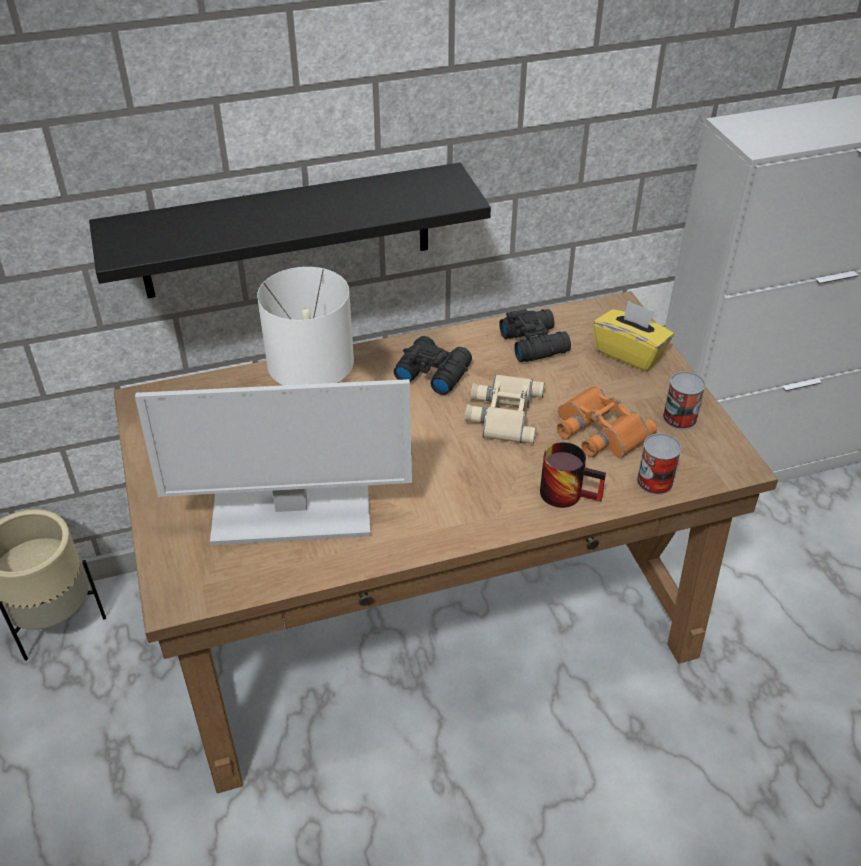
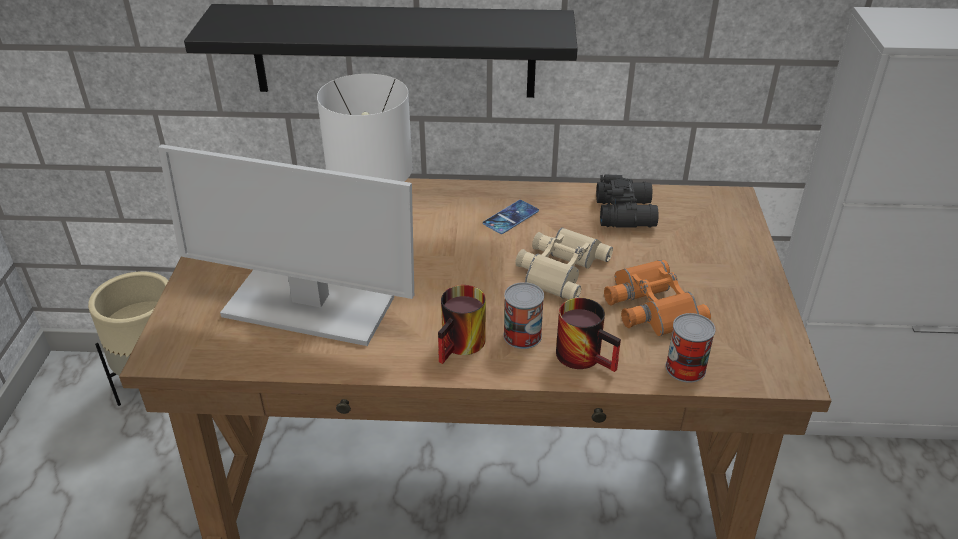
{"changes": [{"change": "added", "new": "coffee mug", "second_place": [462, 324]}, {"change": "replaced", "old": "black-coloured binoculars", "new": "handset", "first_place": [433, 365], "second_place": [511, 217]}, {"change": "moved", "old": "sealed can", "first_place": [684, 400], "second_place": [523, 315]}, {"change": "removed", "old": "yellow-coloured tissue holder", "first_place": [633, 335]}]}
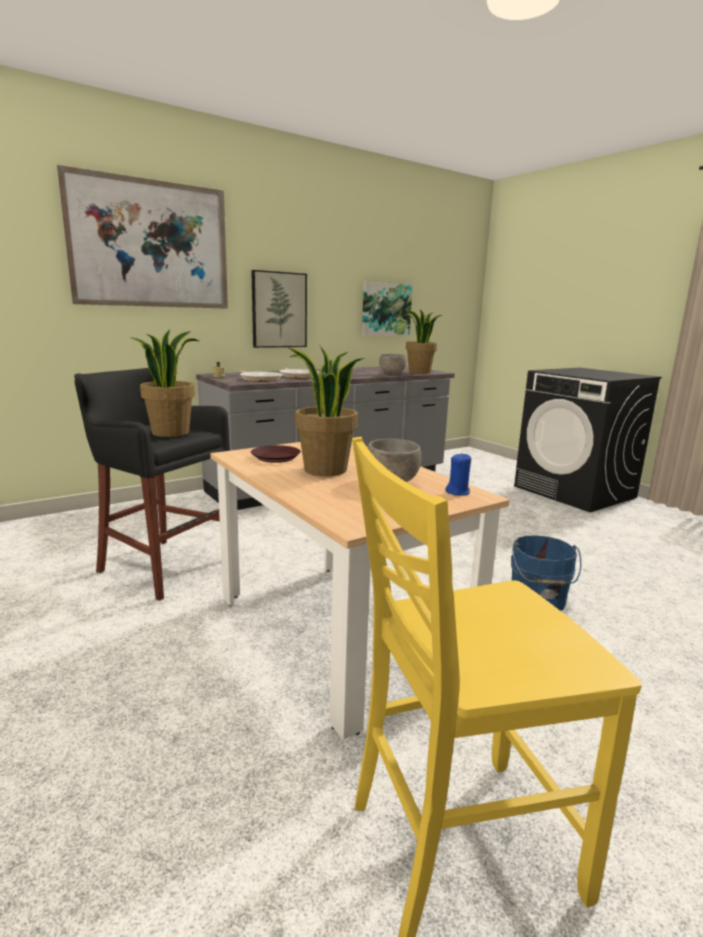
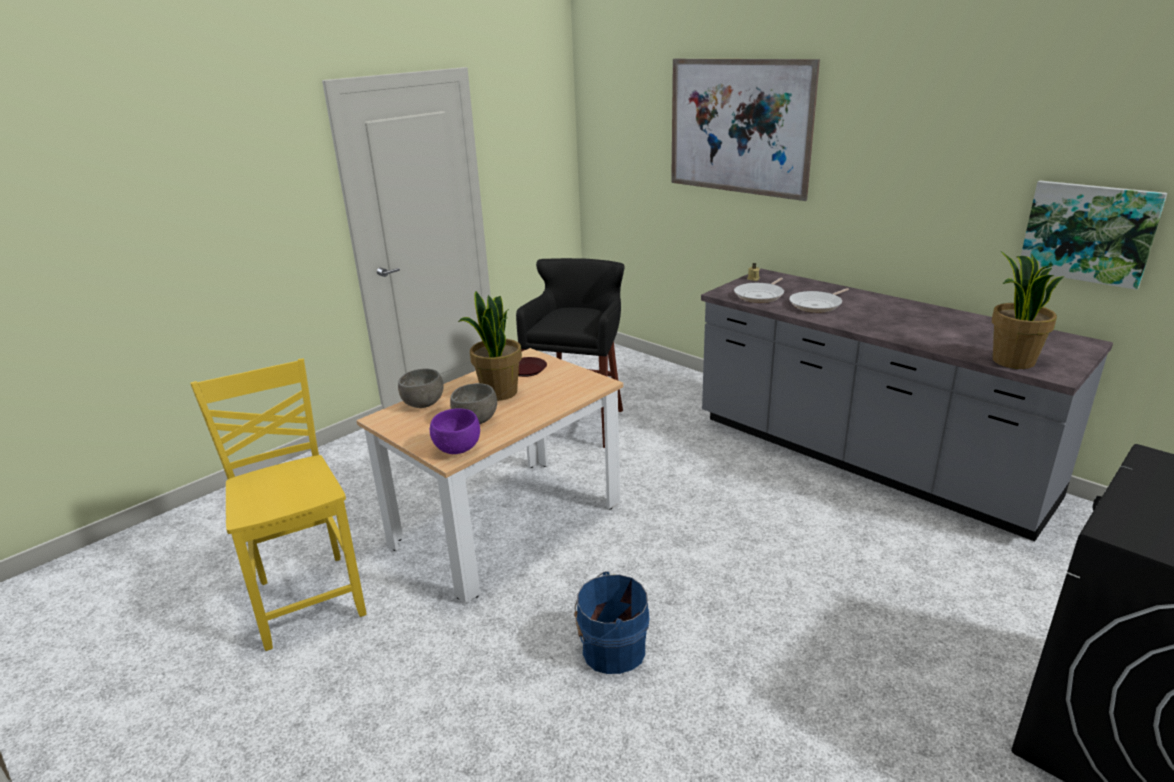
{"changes": [{"change": "moved", "old": "gray serving bowl", "first_place": [392, 364], "second_place": [421, 388]}, {"change": "replaced", "old": "blue wax light", "new": "purple serving bowl", "first_place": [458, 474], "second_place": [455, 431]}, {"change": "removed", "old": "houseplant", "first_place": [164, 383]}, {"change": "removed", "old": "wall picture", "first_place": [279, 309]}]}
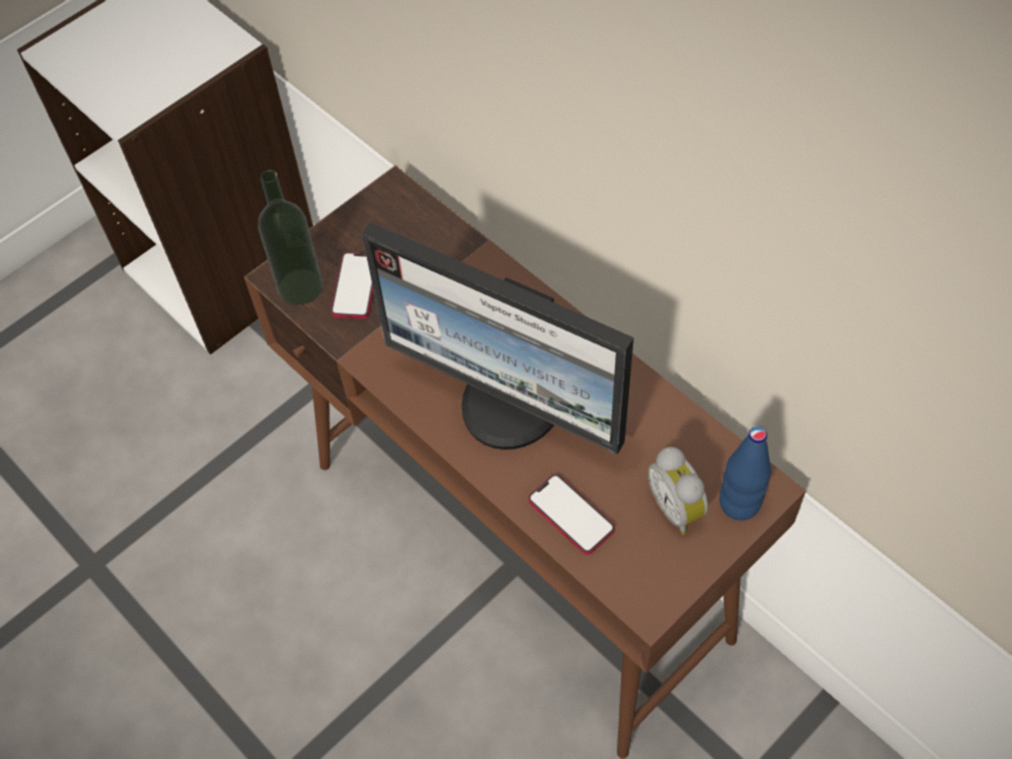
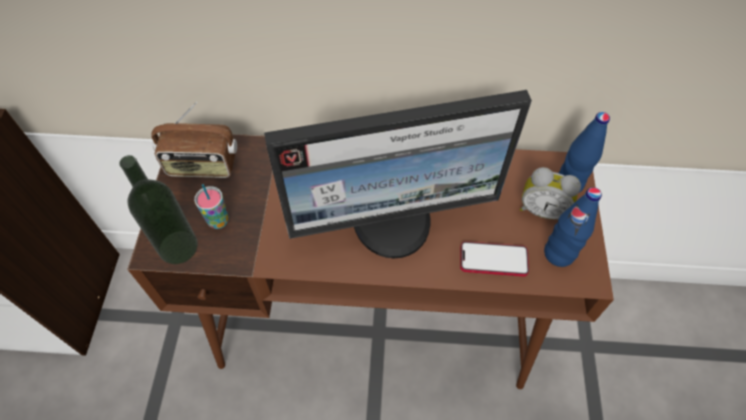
{"changes": [{"change": "added", "new": "radio set", "second_place": [194, 140]}, {"change": "replaced", "old": "handset", "new": "small cup", "first_place": [352, 285], "second_place": [211, 206]}, {"change": "added", "new": "blue beverage bottle", "second_place": [573, 227]}]}
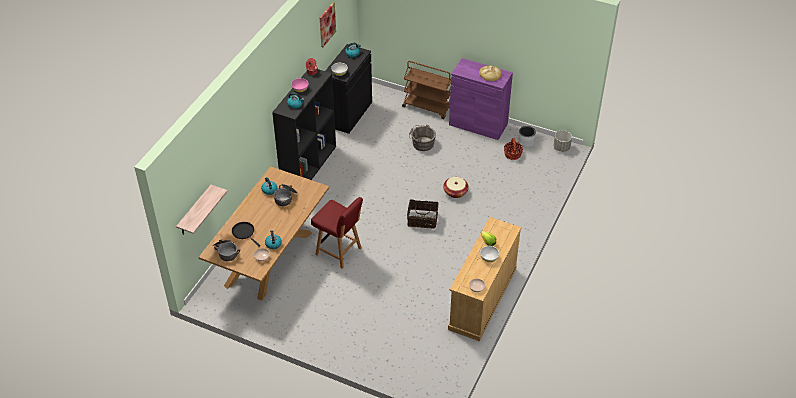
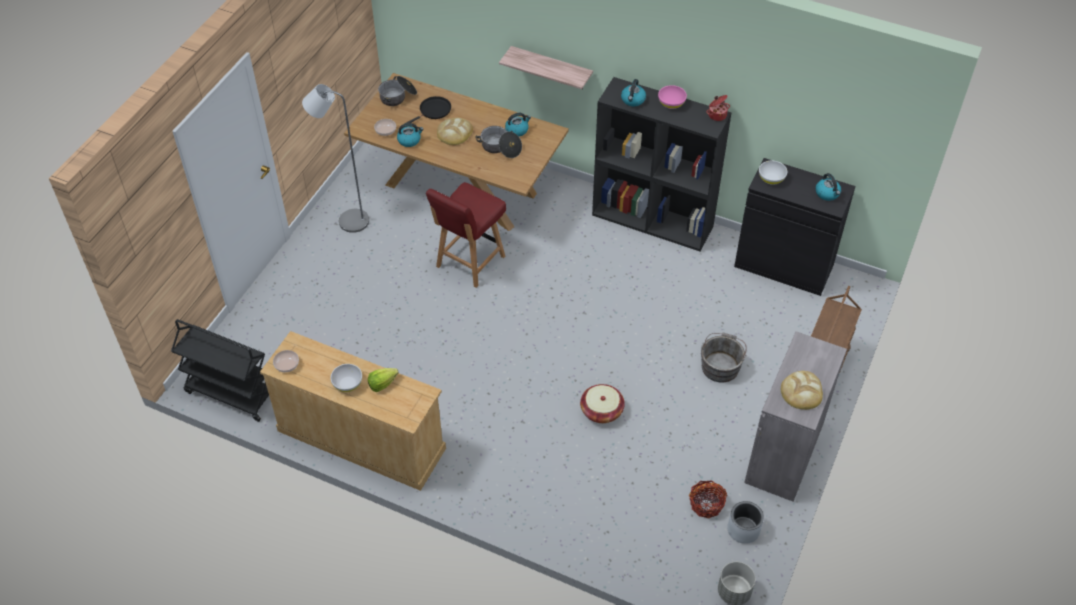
{"changes": [{"change": "added", "new": "black-coloured wheeled cart", "second_place": [220, 370]}, {"change": "added", "new": "gray standard lamp", "second_place": [335, 158]}, {"change": "added", "new": "bread", "second_place": [455, 131]}, {"change": "moved", "old": "wall shelf", "first_place": [202, 210], "second_place": [546, 67]}, {"change": "recoloured", "old": "purple cupboard", "new": "gray cupboard", "first_place": [481, 99], "second_place": [795, 416]}, {"change": "removed", "old": "wall picture", "first_place": [328, 24]}, {"change": "removed", "old": "household basket", "first_place": [423, 214]}]}
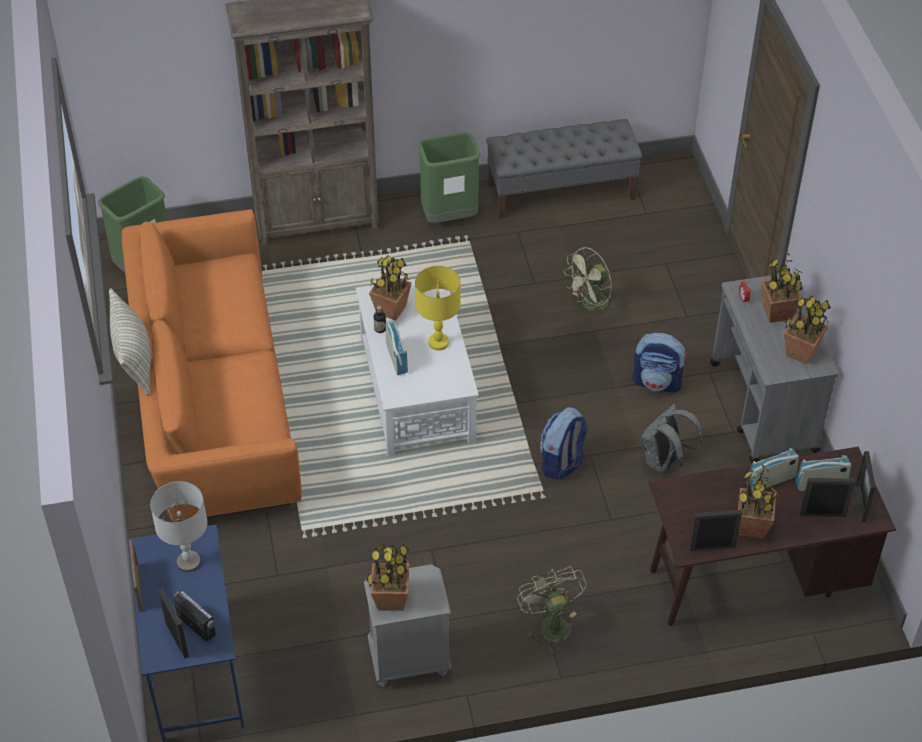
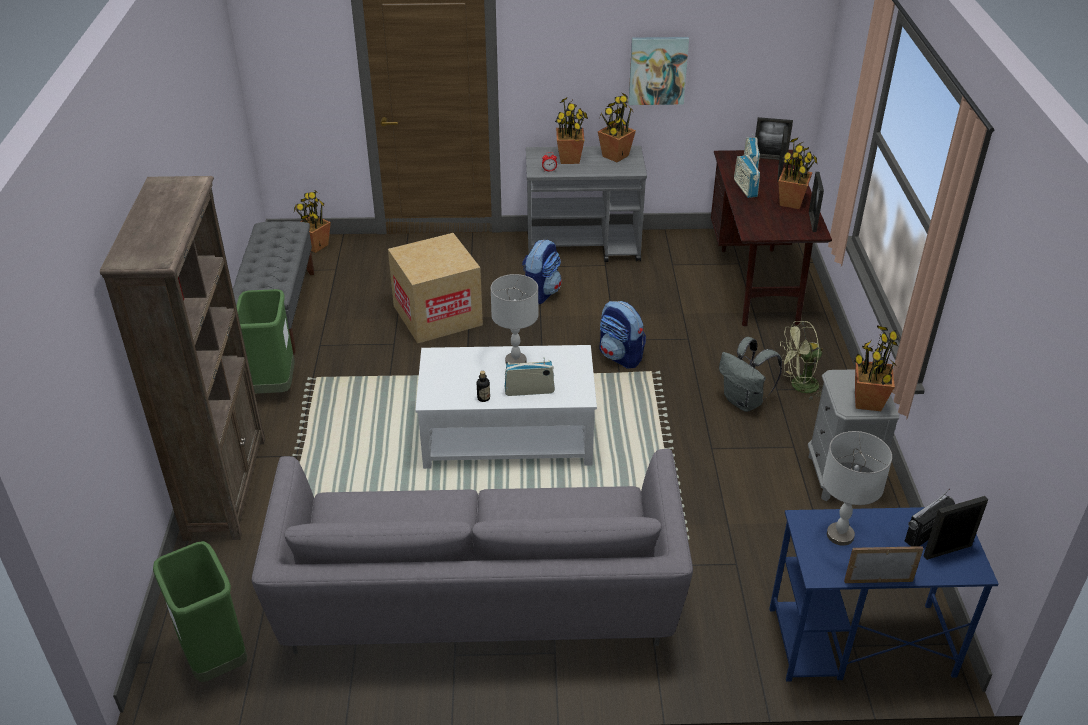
{"changes": [{"change": "recoloured", "old": "orange-coloured settee", "new": "gray settee", "first_place": [212, 365], "second_place": [472, 551]}, {"change": "moved", "old": "houseplant", "first_place": [390, 288], "second_place": [312, 221]}, {"change": "replaced", "old": "greenish cooling fan", "new": "cardboard box", "first_place": [590, 281], "second_place": [435, 288]}, {"change": "recoloured", "old": "yellow-coloured table lamp", "new": "gray table lamp", "first_place": [438, 308], "second_place": [515, 319]}, {"change": "added", "new": "wall picture", "second_place": [659, 71]}, {"change": "moved", "old": "gray backpack", "first_place": [671, 438], "second_place": [750, 374]}, {"change": "removed", "old": "cushion", "first_place": [130, 342]}]}
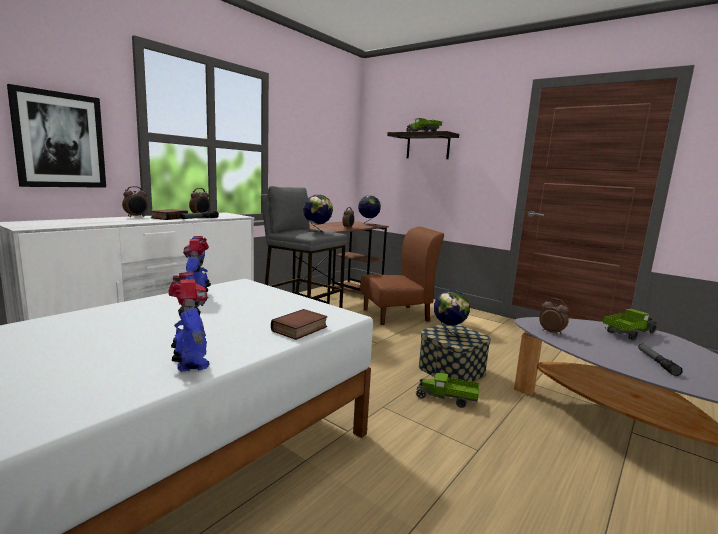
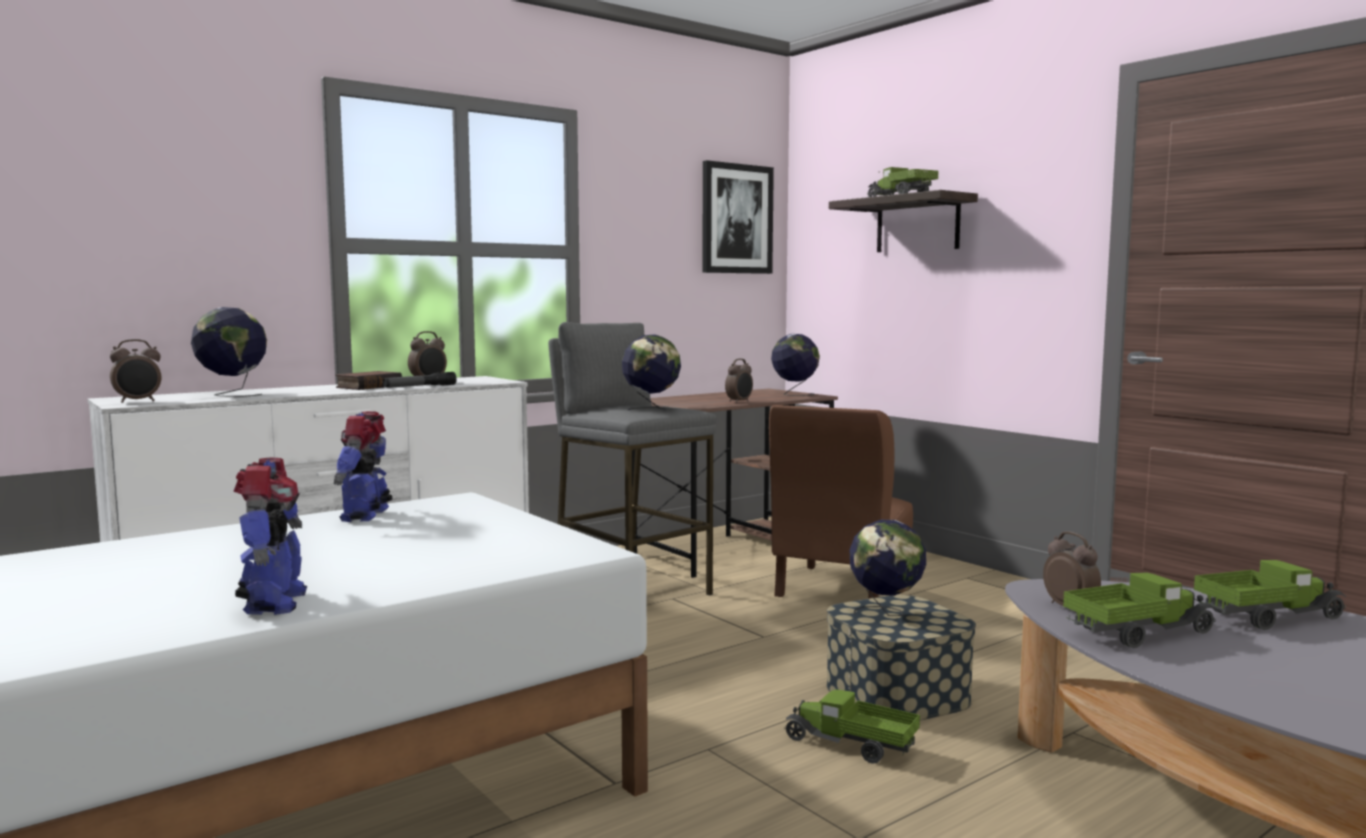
{"changes": [{"change": "moved", "old": "table clock", "first_place": [135, 201], "second_place": [135, 371]}, {"change": "added", "new": "desk globe", "second_place": [229, 352]}, {"change": "moved", "old": "wall picture", "first_place": [56, 136], "second_place": [738, 217]}, {"change": "turned", "old": "brown chair", "first_place": [402, 276], "second_place": [841, 502], "degrees": 120}, {"change": "added", "new": "toy truck", "second_place": [1139, 610]}, {"change": "removed", "old": "book", "first_place": [299, 324]}, {"change": "removed", "old": "flashlight", "first_place": [660, 360]}]}
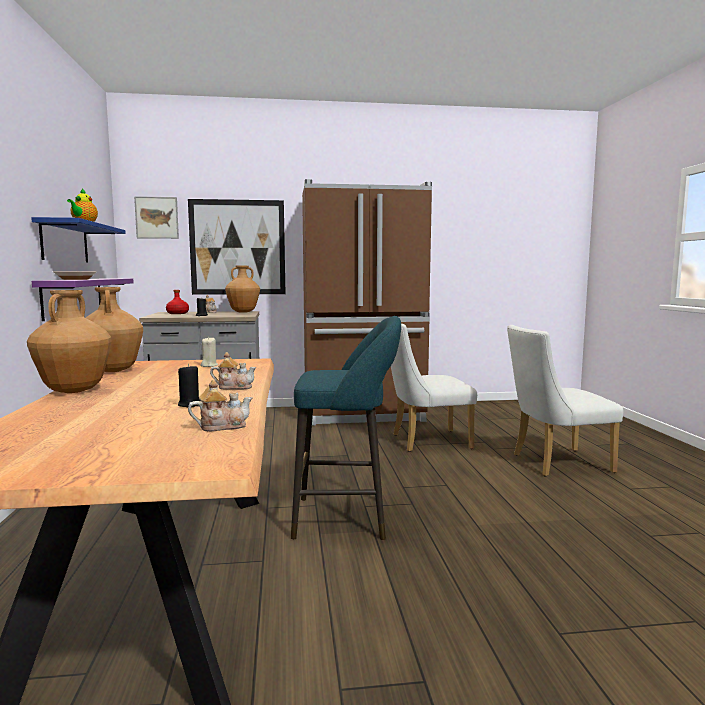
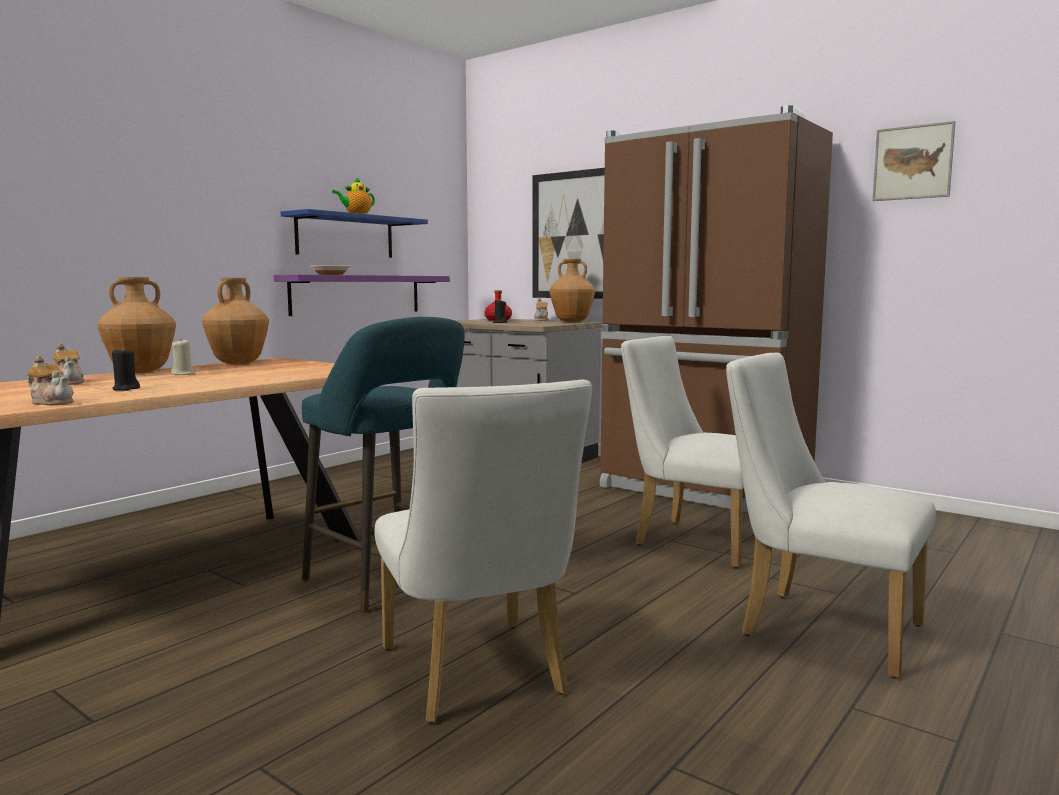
{"changes": [{"change": "moved", "old": "pot for tea", "first_place": [233, 371], "second_place": [69, 364]}, {"change": "moved", "old": "beige wax light", "first_place": [209, 352], "second_place": [183, 357]}, {"change": "added", "new": "white chair", "second_place": [483, 551]}, {"change": "moved", "old": "wall picture", "first_place": [156, 217], "second_place": [913, 161]}]}
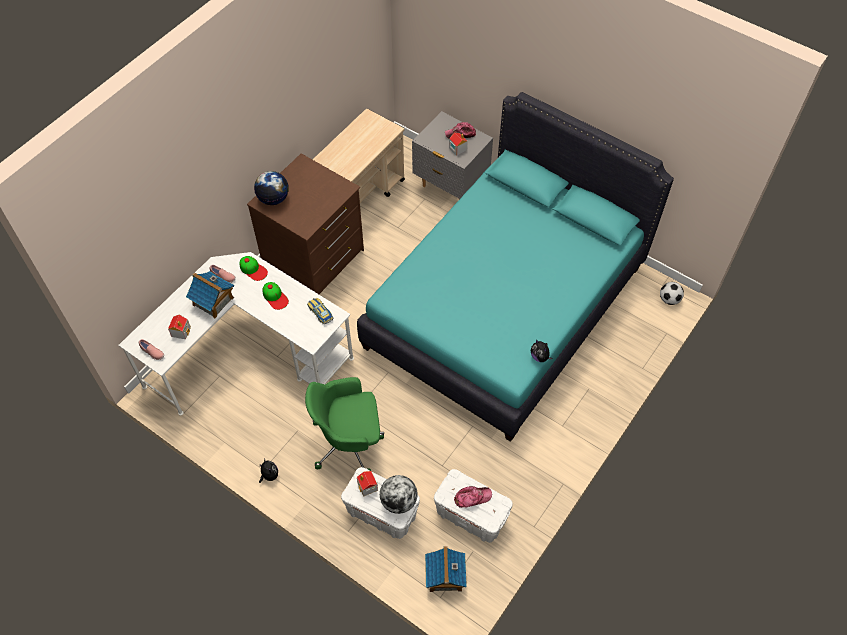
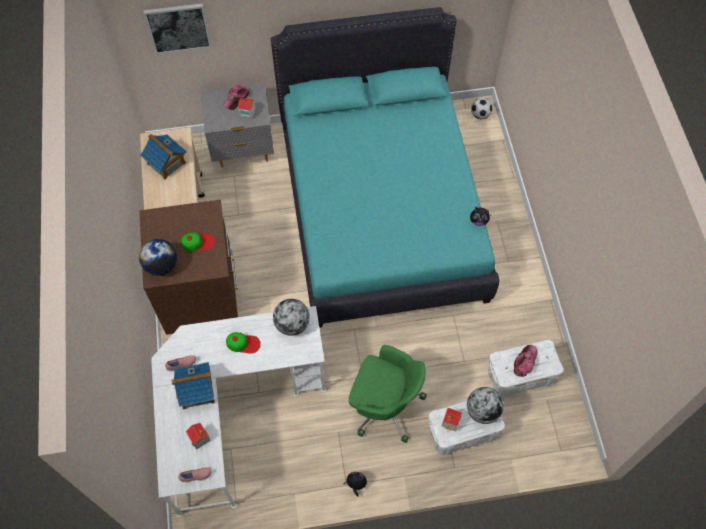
{"changes": [{"change": "moved", "old": "toy house", "first_place": [446, 569], "second_place": [163, 157]}, {"change": "added", "new": "wall picture", "second_place": [178, 28]}, {"change": "moved", "old": "peaked cap", "first_place": [254, 268], "second_place": [198, 242]}, {"change": "replaced", "old": "model car", "new": "desk globe", "first_place": [320, 311], "second_place": [291, 317]}, {"change": "turned", "old": "greenish desk chair", "first_place": [344, 424], "second_place": [388, 394], "degrees": -105}]}
